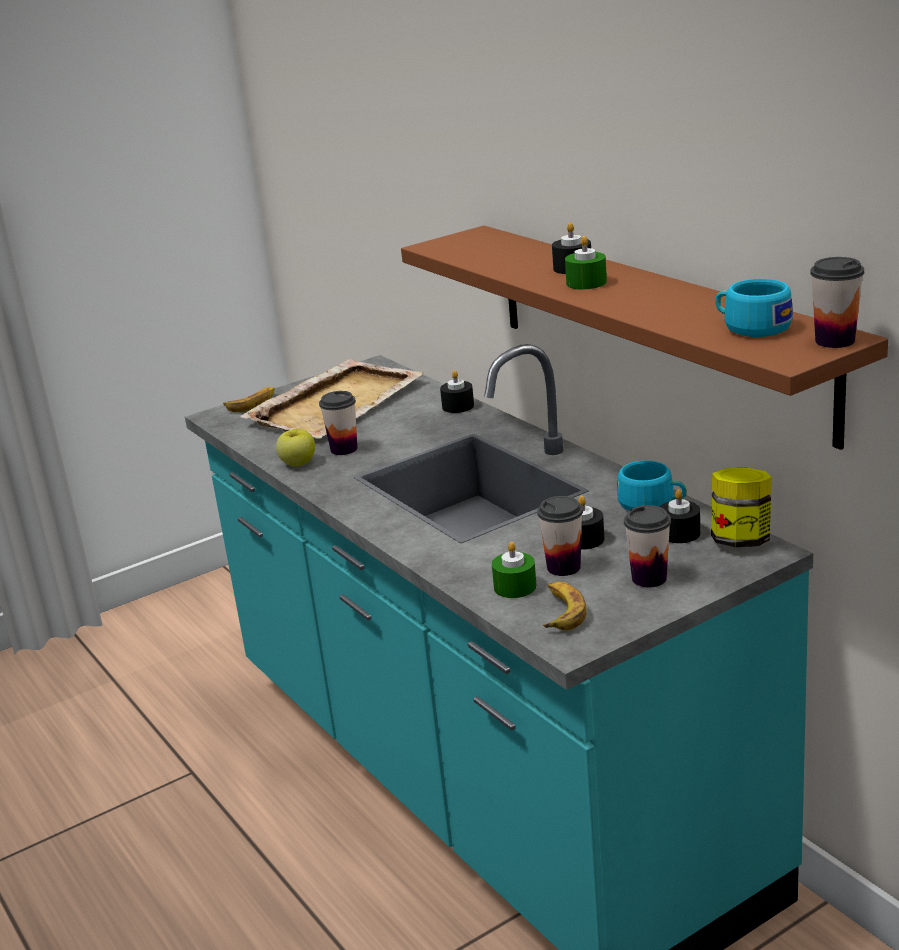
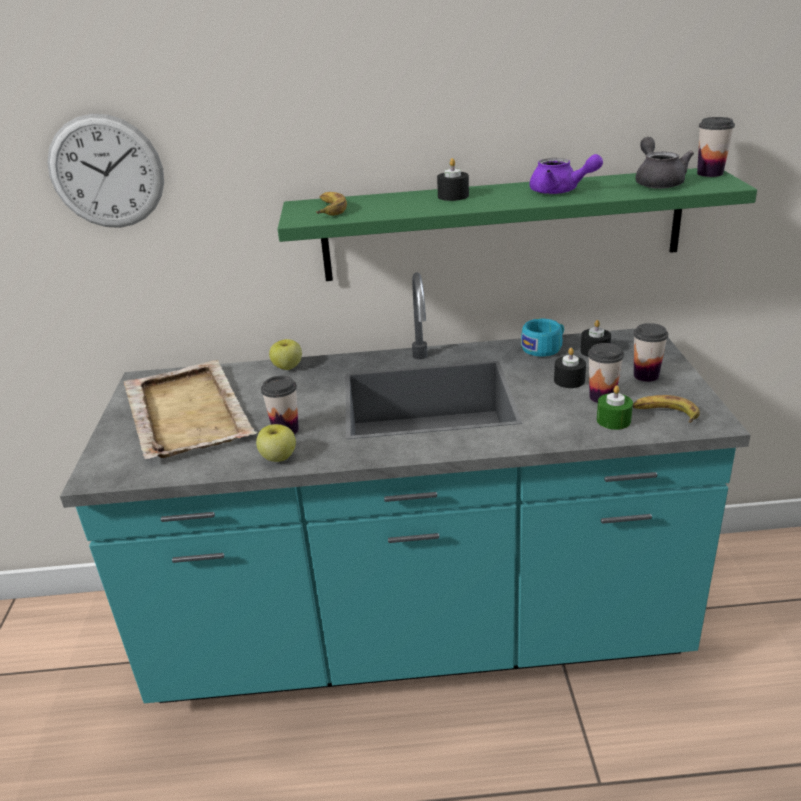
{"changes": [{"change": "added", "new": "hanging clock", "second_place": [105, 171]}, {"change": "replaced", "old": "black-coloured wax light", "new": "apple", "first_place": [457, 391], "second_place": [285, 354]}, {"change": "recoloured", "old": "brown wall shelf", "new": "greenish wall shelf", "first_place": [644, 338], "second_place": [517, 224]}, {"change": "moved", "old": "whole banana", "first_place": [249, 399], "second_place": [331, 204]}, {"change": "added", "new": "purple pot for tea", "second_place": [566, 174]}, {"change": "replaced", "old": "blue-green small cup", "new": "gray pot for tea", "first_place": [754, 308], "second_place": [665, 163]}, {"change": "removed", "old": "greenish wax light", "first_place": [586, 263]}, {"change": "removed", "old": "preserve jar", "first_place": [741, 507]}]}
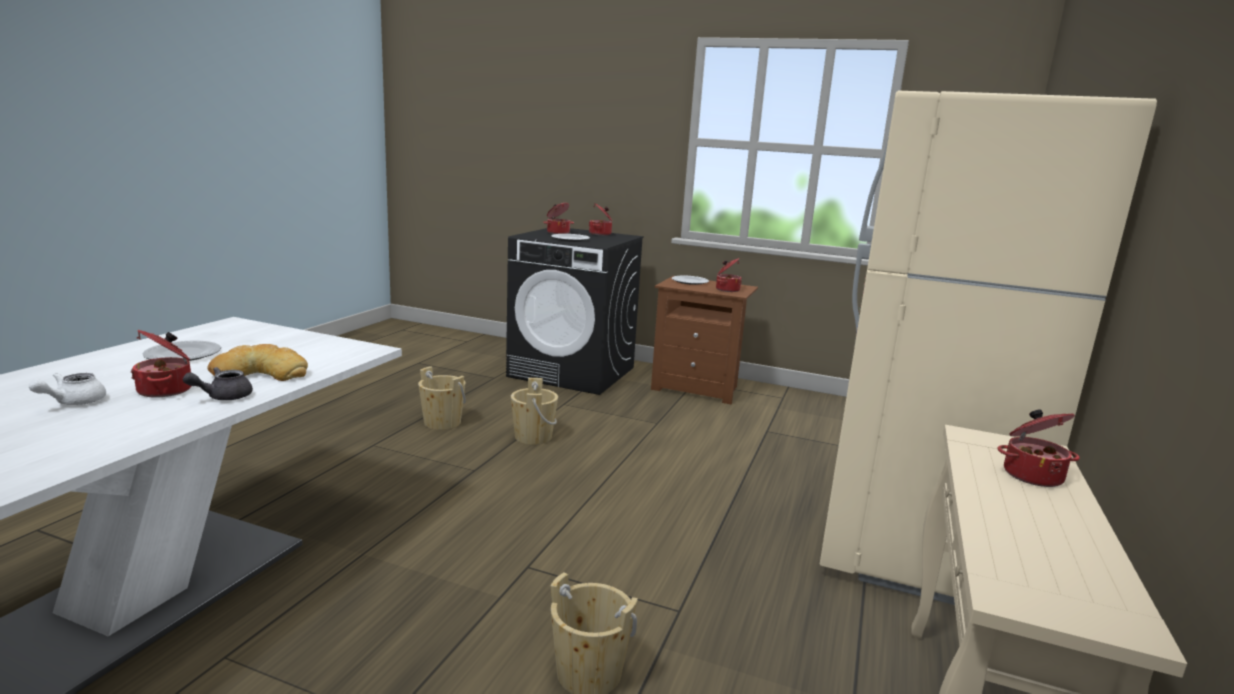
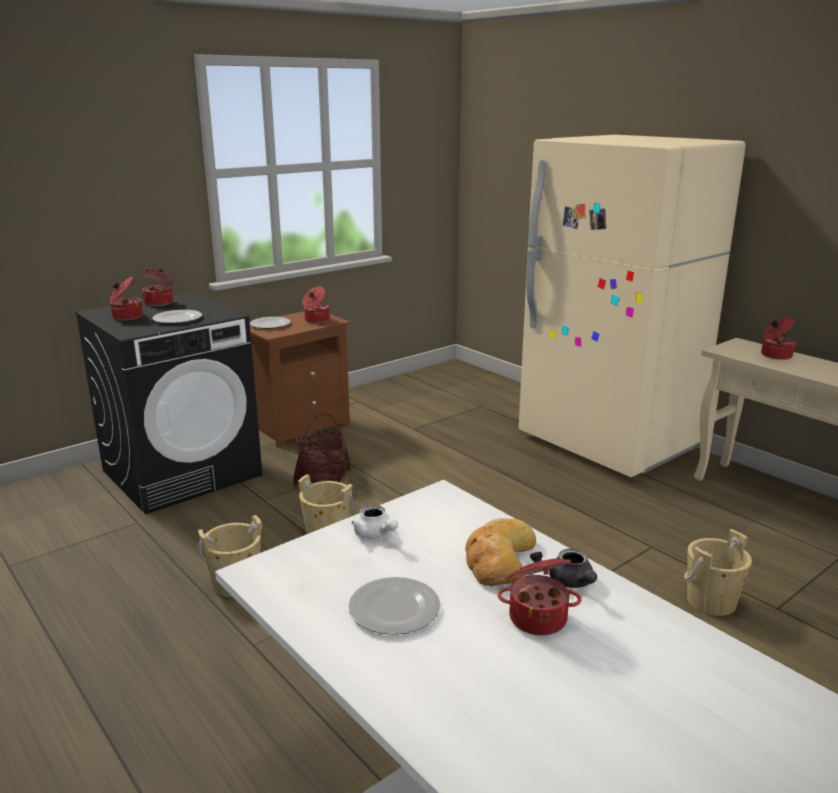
{"changes": [{"change": "added", "new": "household basket", "second_place": [321, 450]}, {"change": "moved", "old": "white pot for tea", "first_place": [67, 389], "second_place": [374, 522]}]}
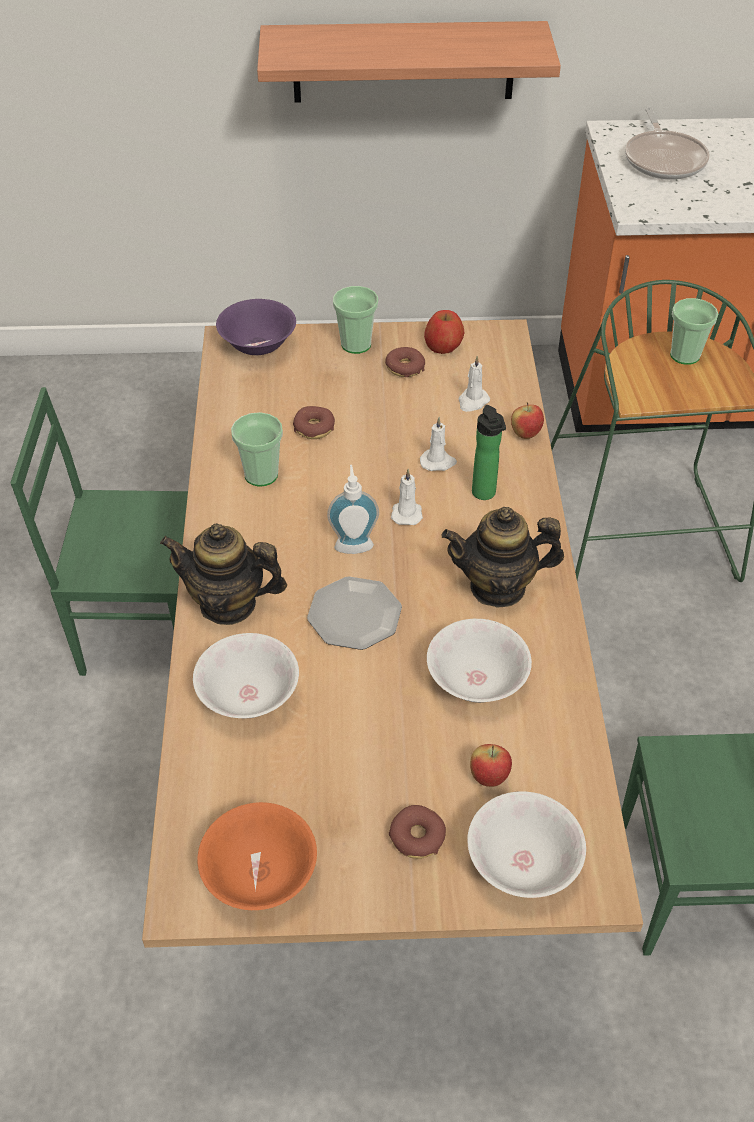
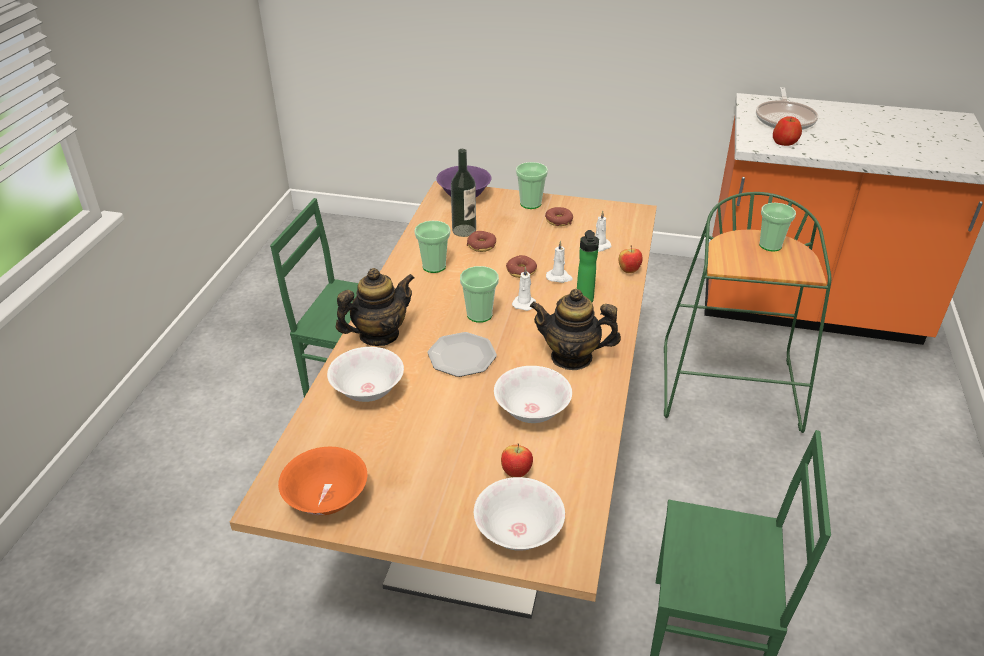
{"changes": [{"change": "turned", "old": "pot for tea", "first_place": [223, 574], "second_place": [375, 307], "degrees": 120}, {"change": "added", "new": "beverage bottle", "second_place": [463, 193]}, {"change": "replaced", "old": "liquid soap bottle", "new": "small cup", "first_place": [353, 509], "second_place": [479, 294]}, {"change": "moved", "old": "donut", "first_place": [417, 832], "second_place": [521, 266]}, {"change": "moved", "old": "apple", "first_place": [444, 332], "second_place": [787, 131]}, {"change": "removed", "old": "wall shelf", "first_place": [409, 62]}]}
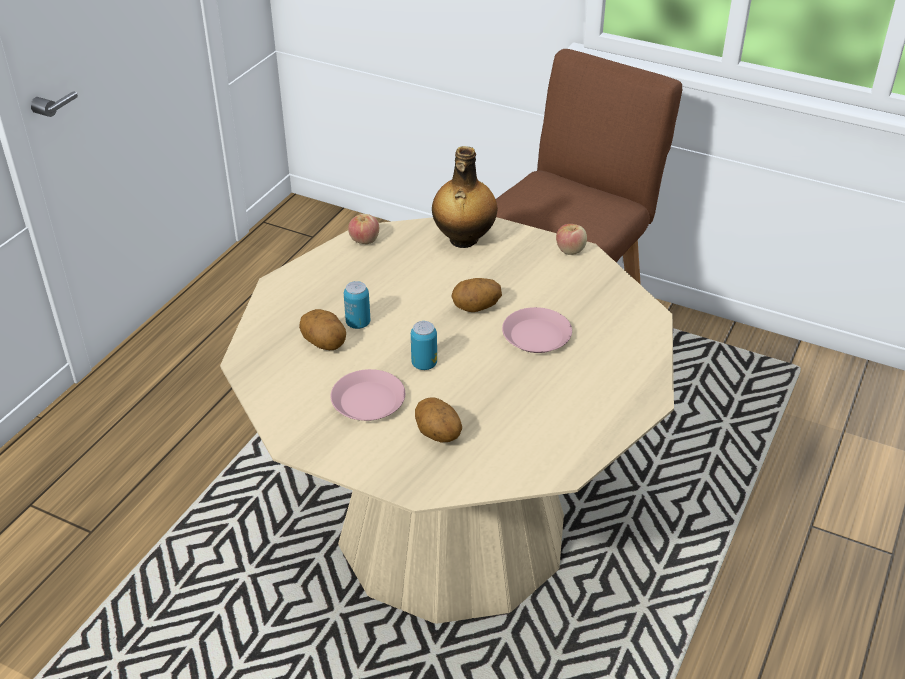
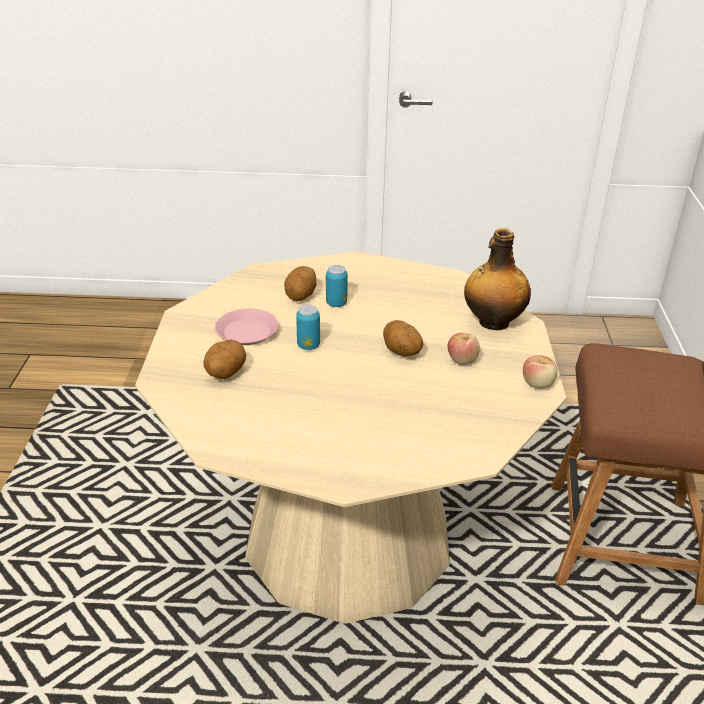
{"changes": [{"change": "moved", "old": "apple", "first_place": [363, 229], "second_place": [463, 349]}, {"change": "removed", "old": "pink-coloured dinner plate", "first_place": [537, 330]}]}
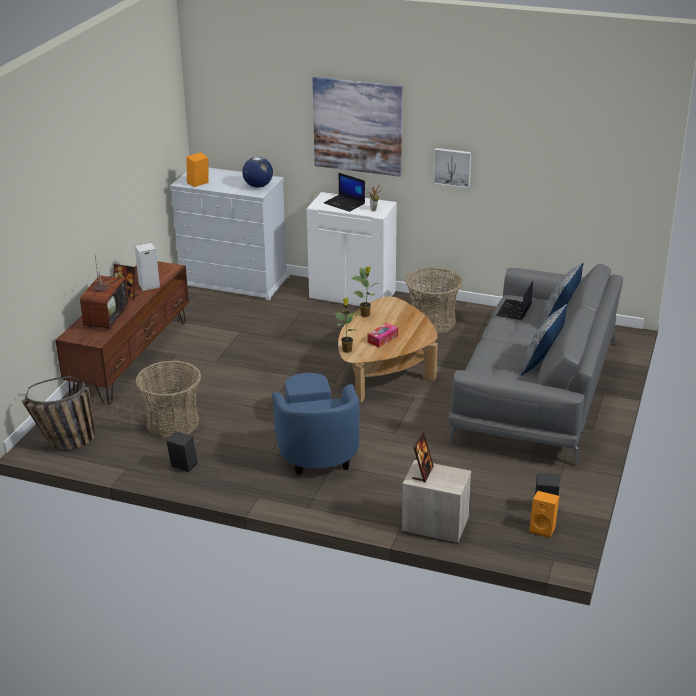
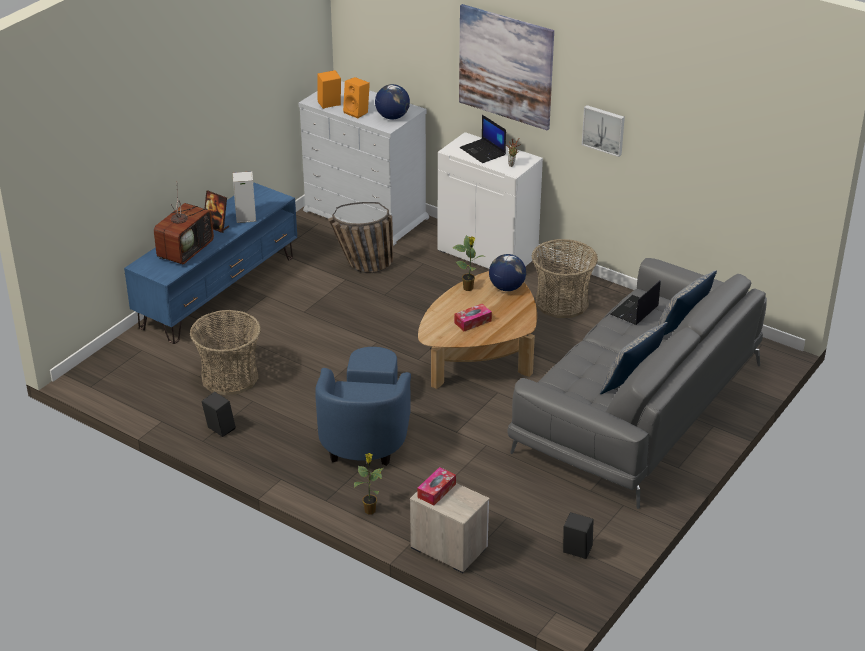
{"changes": [{"change": "recoloured", "old": "brown media console", "new": "blue media console", "first_place": [122, 333], "second_place": [210, 263]}, {"change": "moved", "old": "household basket", "first_place": [58, 413], "second_place": [360, 237]}, {"change": "moved", "old": "orange-coloured loudspeaker", "first_place": [544, 514], "second_place": [356, 97]}, {"change": "moved", "old": "houseplant", "first_place": [347, 325], "second_place": [368, 484]}, {"change": "replaced", "old": "picture frame", "new": "tissue holder", "first_place": [423, 457], "second_place": [436, 486]}, {"change": "added", "new": "desk globe", "second_place": [507, 272]}]}
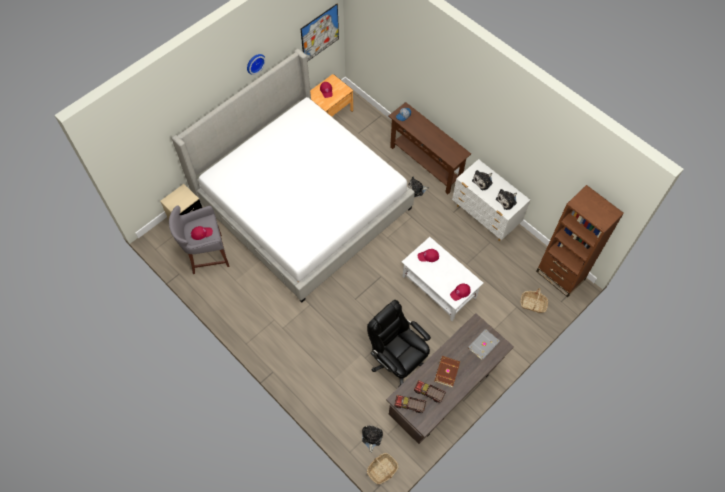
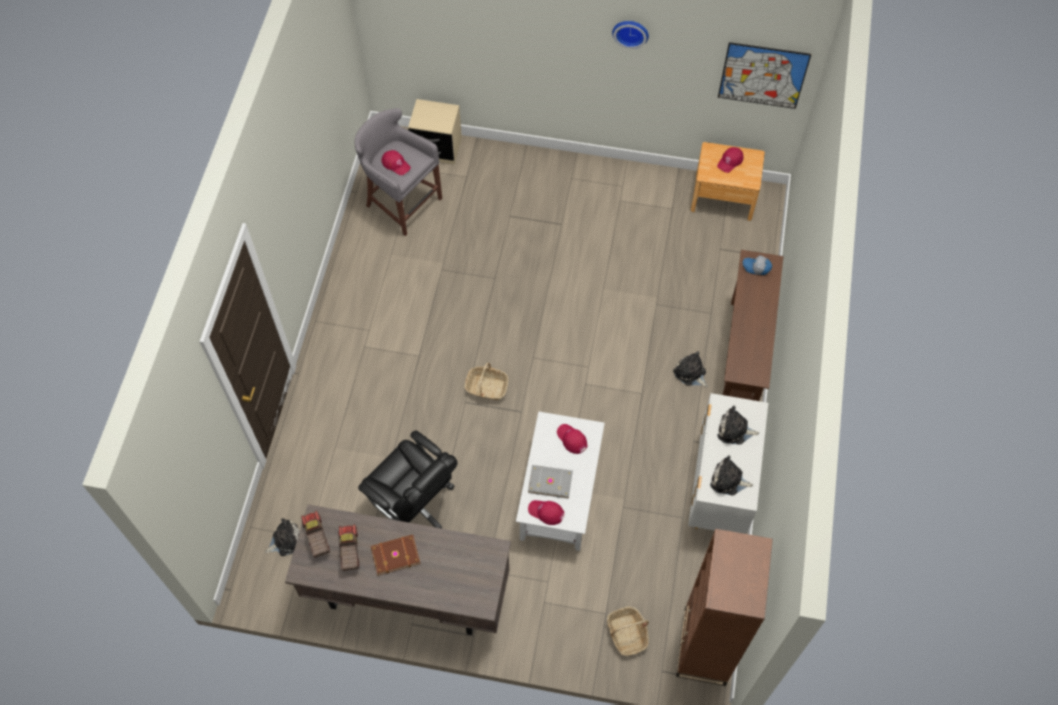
{"changes": [{"change": "turned", "old": "black-coloured desk chair", "first_place": [399, 343], "second_place": [408, 479], "degrees": 120}, {"change": "moved", "old": "household basket", "first_place": [382, 468], "second_place": [486, 381]}, {"change": "moved", "old": "gray book", "first_place": [483, 344], "second_place": [550, 482]}, {"change": "removed", "old": "bed", "first_place": [293, 175]}]}
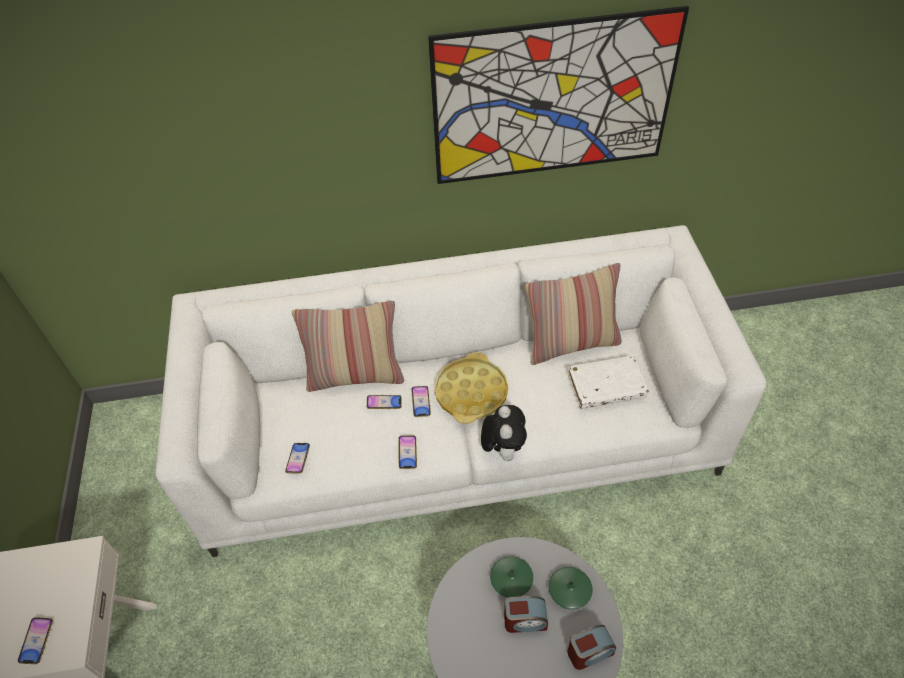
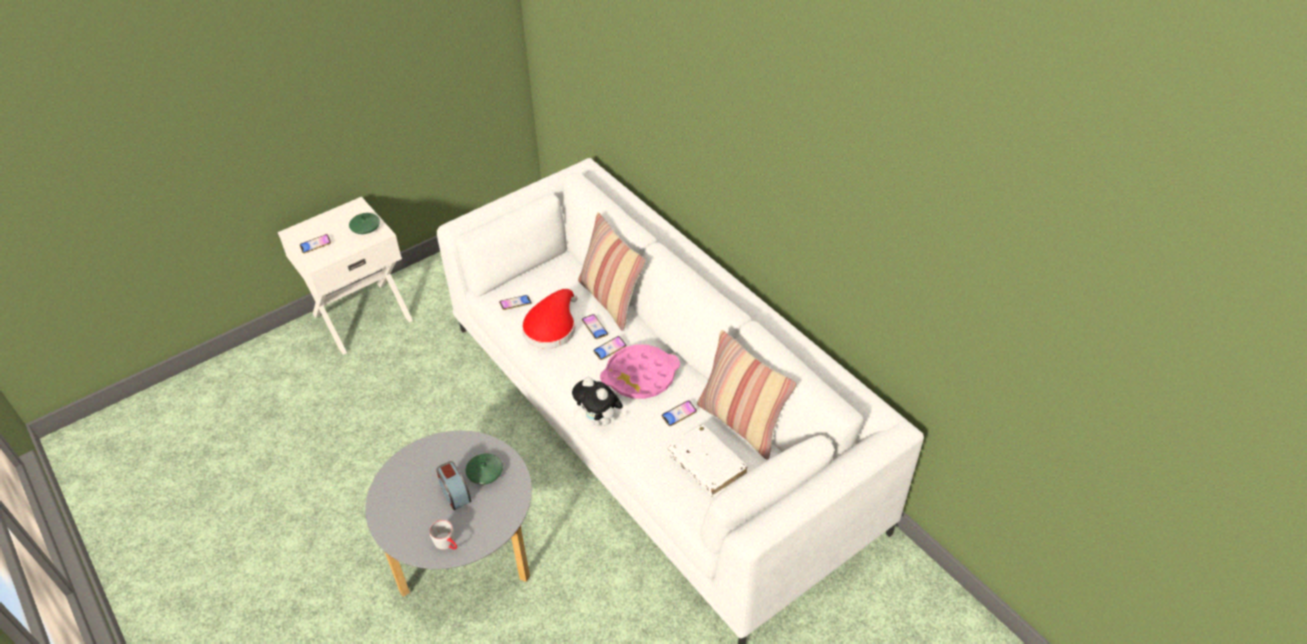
{"changes": [{"change": "moved", "old": "greenish flower vase", "first_place": [570, 588], "second_place": [364, 223]}, {"change": "replaced", "old": "table clock", "new": "gray coffee mug", "first_place": [591, 647], "second_place": [443, 535]}, {"change": "added", "new": "red-coloured hat", "second_place": [549, 319]}, {"change": "turned", "old": "soft toy", "first_place": [504, 433], "second_place": [597, 401], "degrees": 75}, {"change": "recoloured", "old": "yellow-coloured serving tray", "new": "pink-coloured serving tray", "first_place": [471, 388], "second_place": [640, 371]}, {"change": "moved", "old": "handset", "first_place": [407, 452], "second_place": [679, 413]}, {"change": "removed", "old": "wall picture", "first_place": [558, 95]}]}
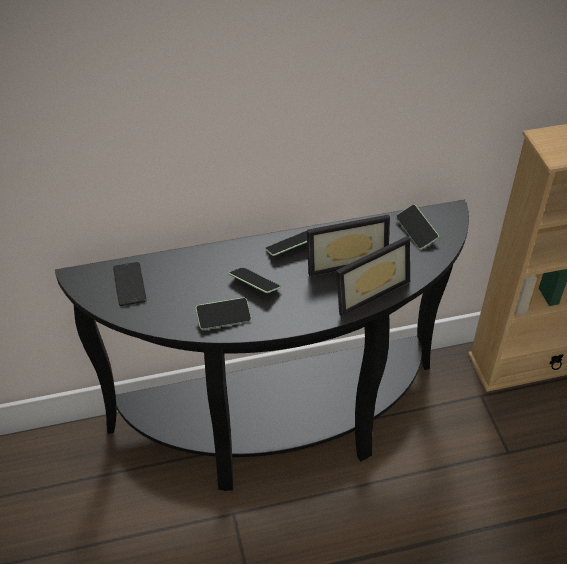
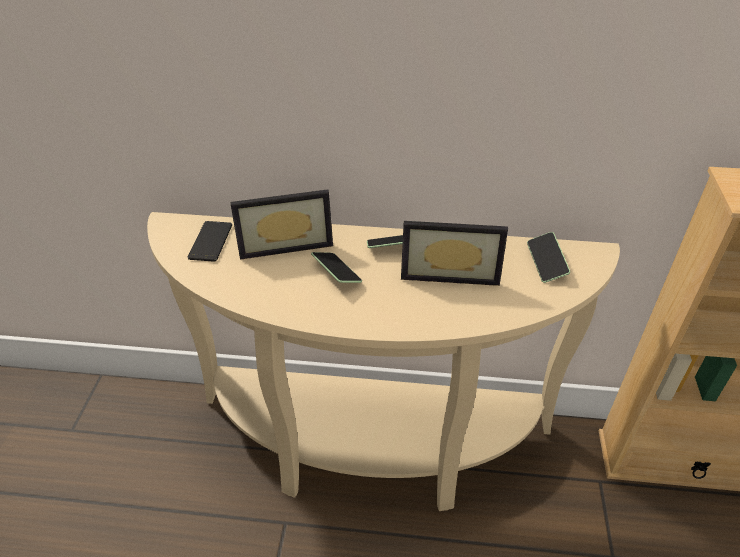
{"changes": [{"change": "recoloured", "old": "black-coloured console table", "new": "beige console table", "first_place": [262, 345], "second_place": [383, 361]}, {"change": "moved", "old": "picture frame", "first_place": [373, 276], "second_place": [281, 224]}, {"change": "removed", "old": "handset", "first_place": [224, 313]}]}
